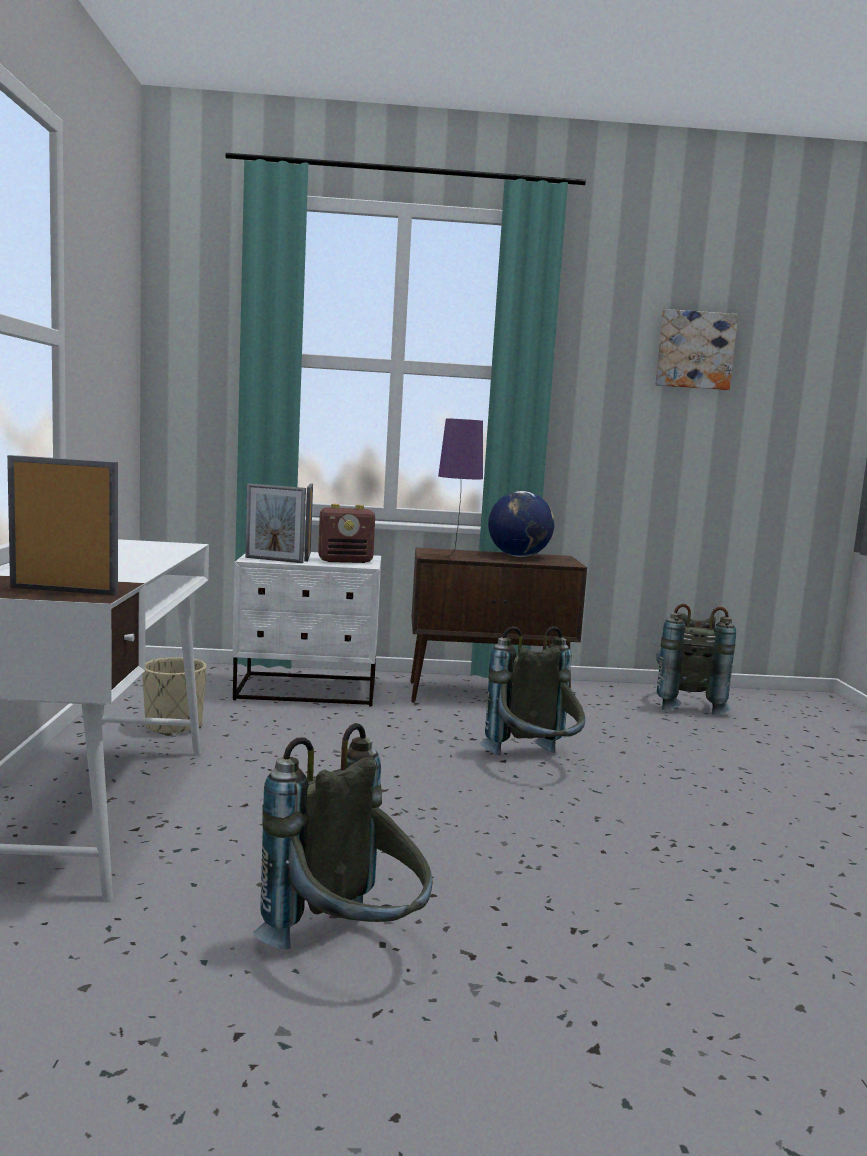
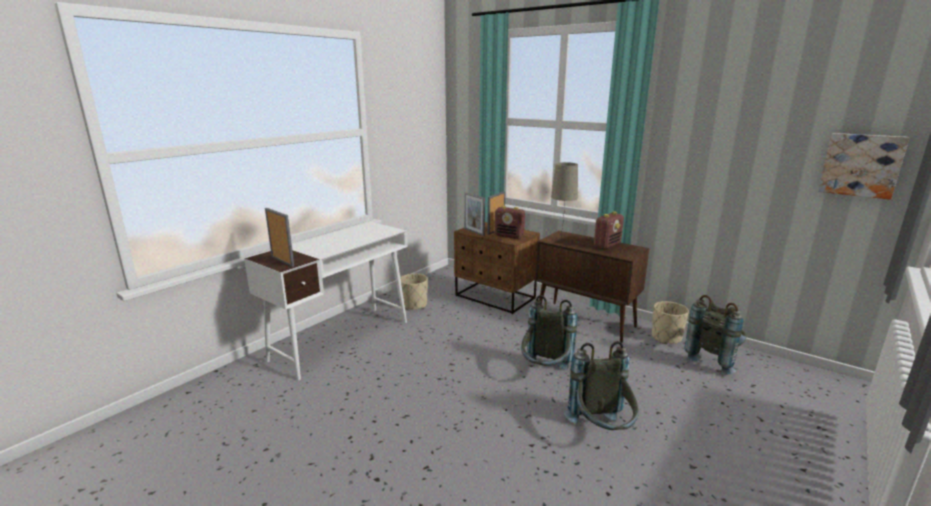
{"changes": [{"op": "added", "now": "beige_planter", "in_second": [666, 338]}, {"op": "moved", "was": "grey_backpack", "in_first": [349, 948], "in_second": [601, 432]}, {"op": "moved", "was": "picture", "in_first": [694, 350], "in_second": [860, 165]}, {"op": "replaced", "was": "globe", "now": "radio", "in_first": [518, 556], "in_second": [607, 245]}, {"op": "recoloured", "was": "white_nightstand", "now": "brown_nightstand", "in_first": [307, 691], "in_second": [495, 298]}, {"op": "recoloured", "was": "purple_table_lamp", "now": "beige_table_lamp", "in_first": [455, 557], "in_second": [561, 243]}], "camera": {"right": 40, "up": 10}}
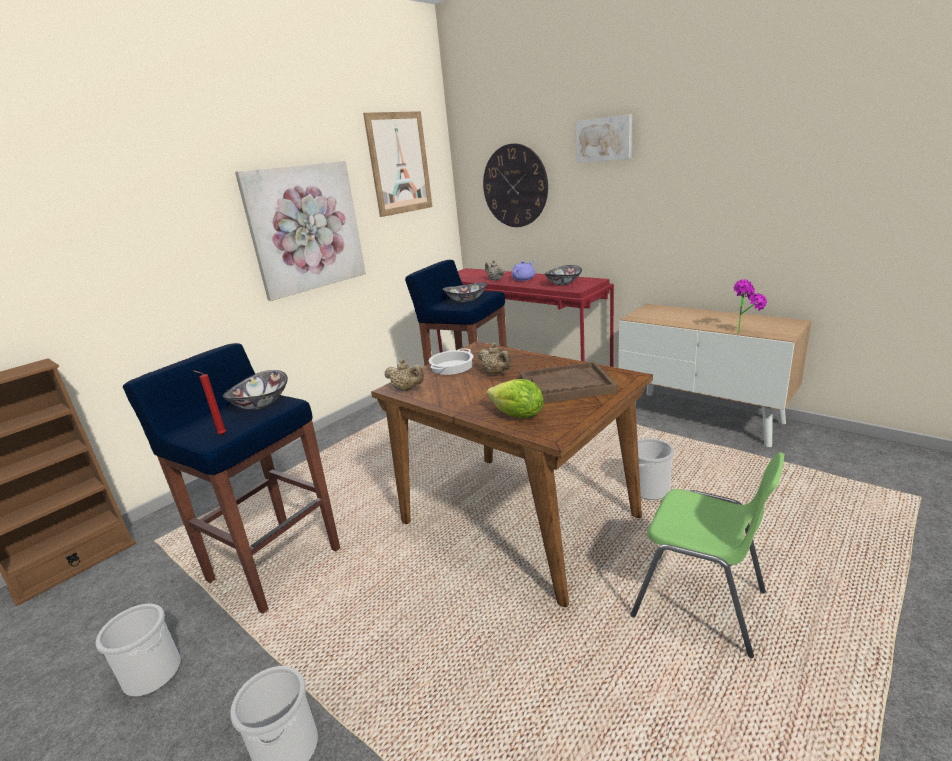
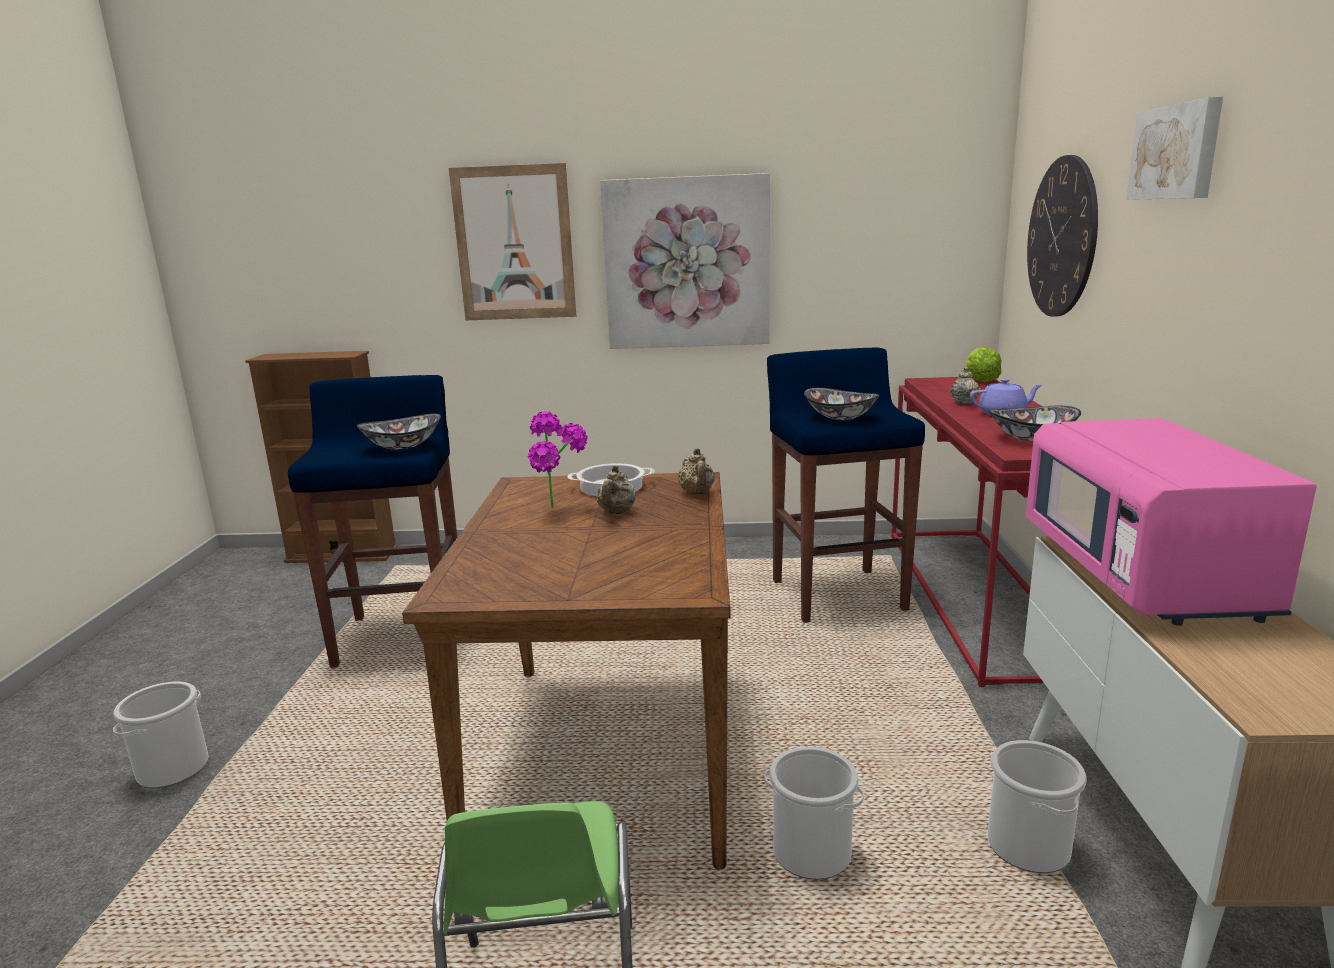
{"changes": [{"op": "removed", "was": "red_candle", "in_first": [221, 435]}, {"op": "removed", "was": "brown_tray", "in_first": [566, 385]}, {"op": "added", "now": "pink_microwave", "in_second": [1141, 575]}, {"op": "moved", "was": "bucket", "in_first": [153, 673], "in_second": [1029, 847]}, {"op": "moved", "was": "picture", "in_first": [399, 163], "in_second": [514, 243]}, {"op": "moved", "was": "beige_teapot", "in_first": [406, 389], "in_second": [697, 493]}, {"op": "moved", "was": "lettuce", "in_first": [517, 416], "in_second": [980, 381]}, {"op": "moved", "was": "potted_plant", "in_first": [744, 332], "in_second": [561, 509]}], "camera": {"right": 50, "up": -5}}
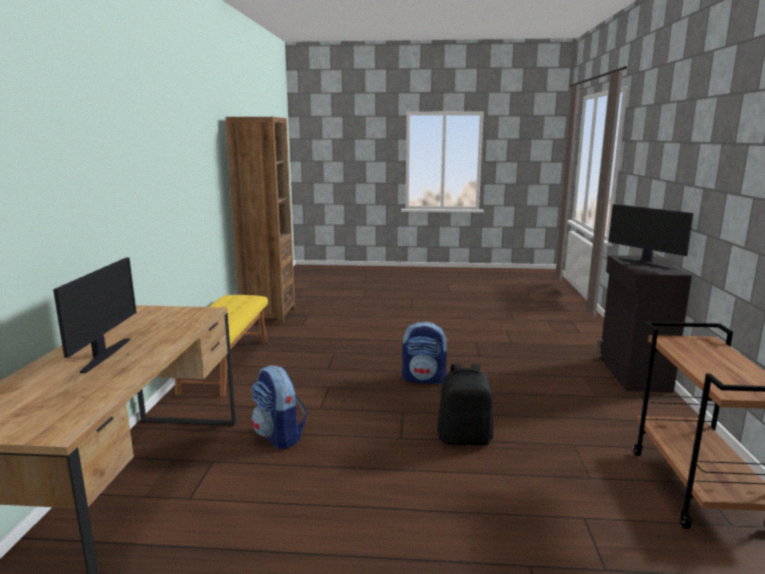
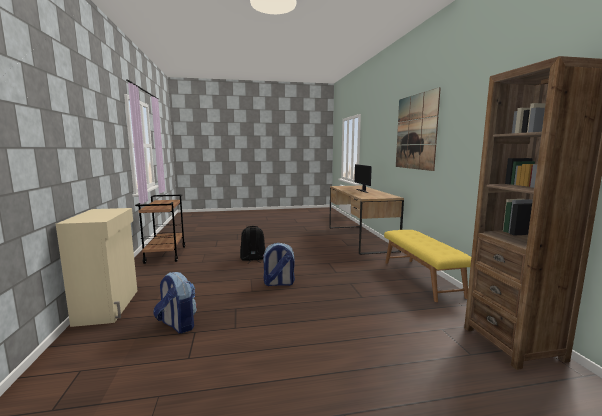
{"changes": [{"op": "removed", "was": "monitor", "in_first": [644, 263]}, {"op": "added", "now": "picture", "in_second": [416, 132]}, {"op": "moved", "was": "backpack", "in_first": [279, 436], "in_second": [177, 325]}, {"op": "recoloured", "was": "black_cabinet", "now": "beige_cabinet", "in_first": [632, 373], "in_second": [109, 306]}], "camera": {"right": 165, "up": -5}}
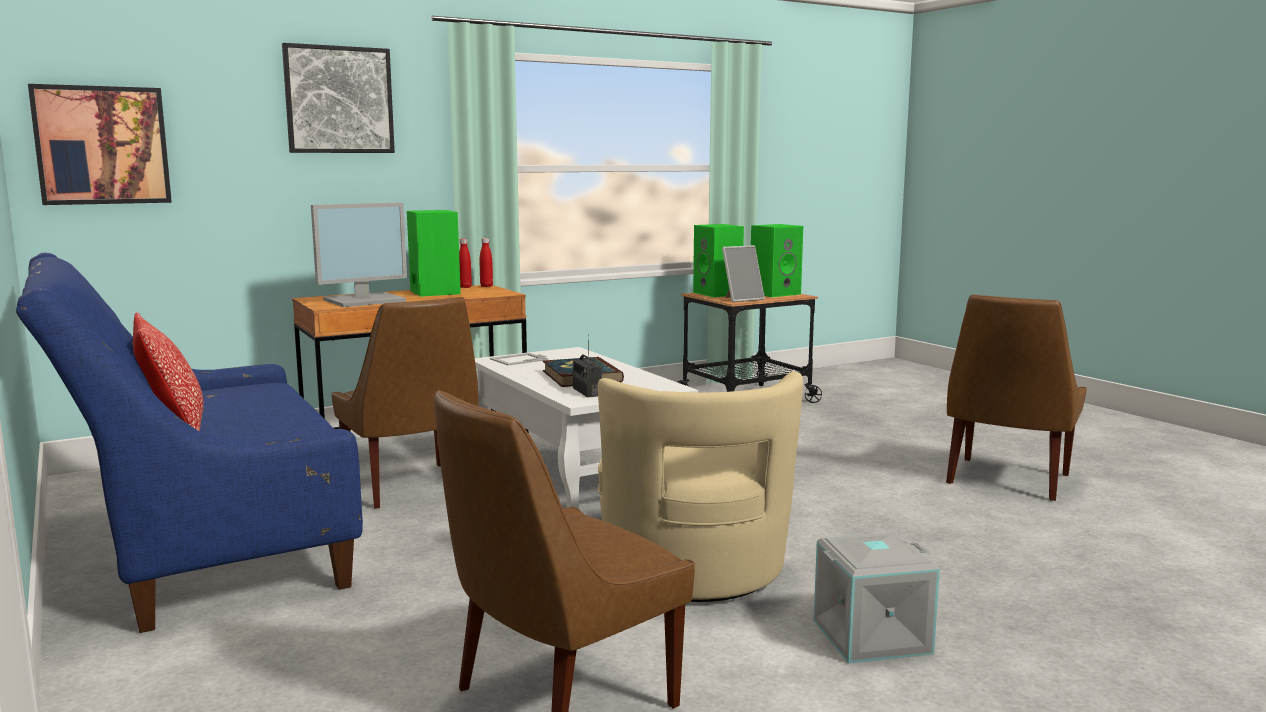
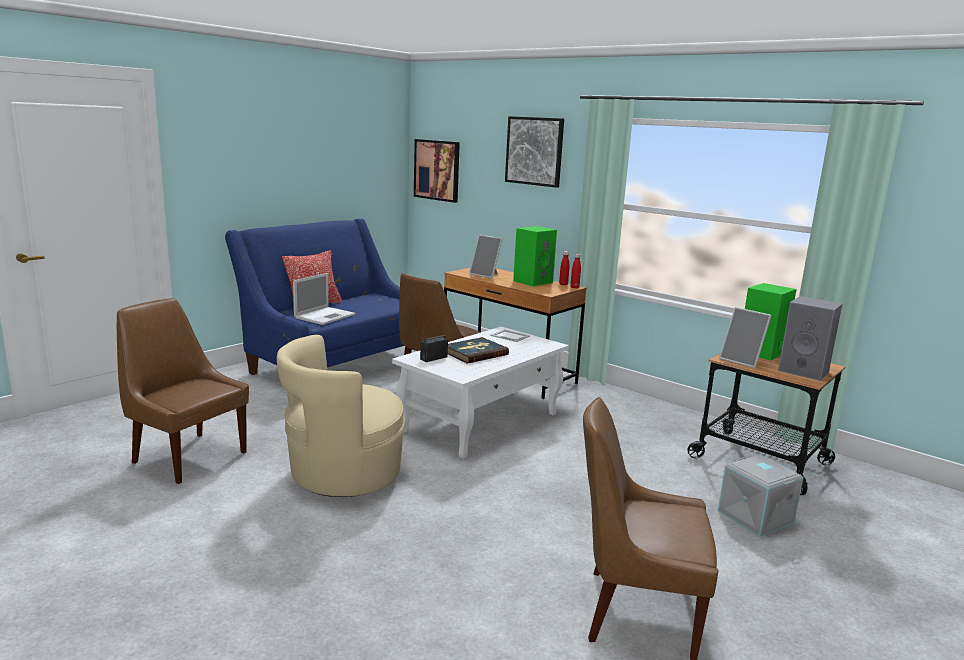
{"changes": [{"op": "added", "now": "laptop", "in_second": [325, 316]}, {"op": "moved", "was": "grey_storage_box", "in_first": [871, 637], "in_second": [754, 517]}, {"op": "replaced", "was": "monitor", "now": "picture_frame", "in_first": [365, 300], "in_second": [486, 275]}, {"op": "recoloured", "was": "green_speaker", "now": "grey_speaker", "in_first": [775, 293], "in_second": [805, 371]}], "camera": {"right": 70, "up": 5}}
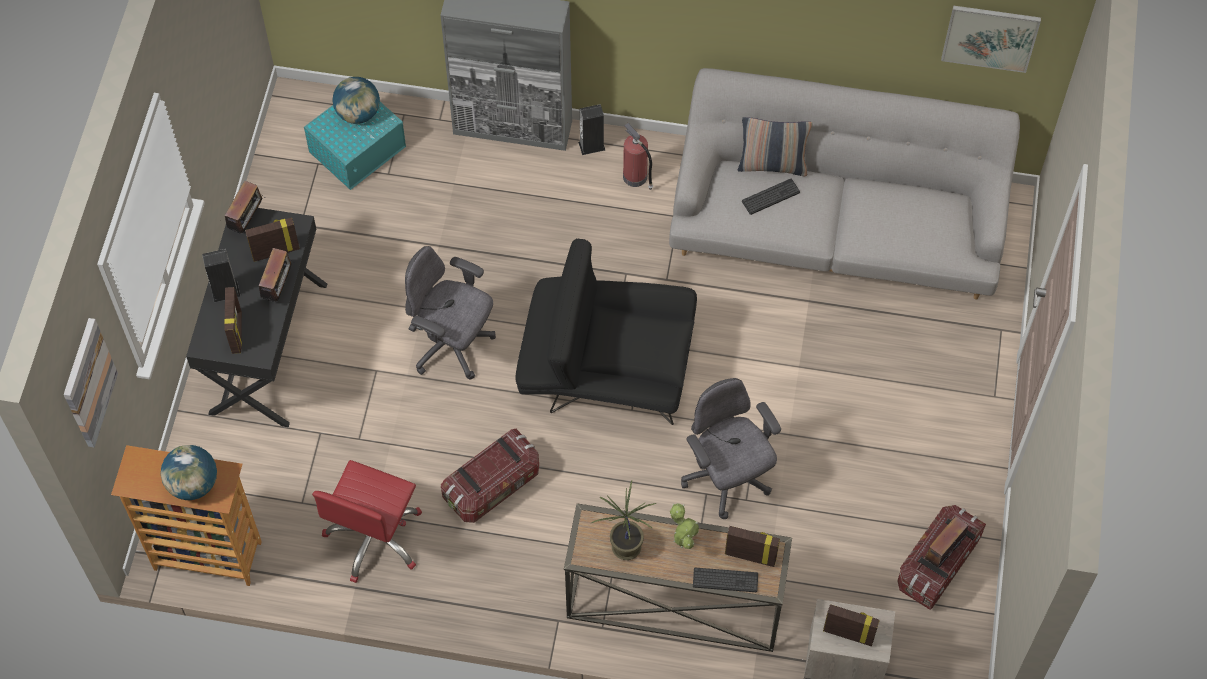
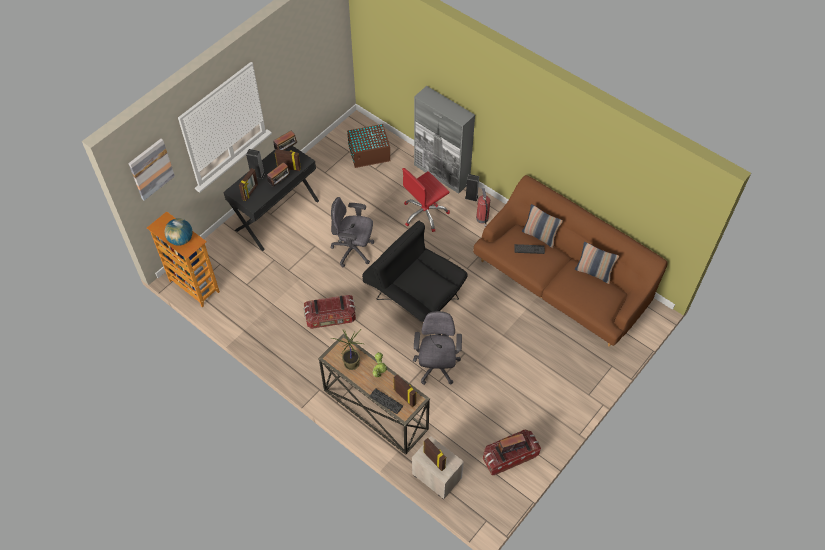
{"changes": [{"op": "removed", "was": "globe", "in_first": [358, 113]}, {"op": "removed", "was": "picture", "in_first": [990, 37]}, {"op": "added", "now": "pillow", "in_second": [593, 272]}, {"op": "moved", "was": "red_office_chair", "in_first": [375, 537], "in_second": [425, 214]}, {"op": "recoloured", "was": "turquoise_storage_box", "now": "brown_storage_box", "in_first": [358, 149], "in_second": [370, 153]}, {"op": "recoloured", "was": "grey_sofa", "now": "brown_sofa", "in_first": [836, 226], "in_second": [562, 282]}, {"op": "turned", "was": "grey_office_chair", "in_first": [452, 345], "in_second": [353, 251], "clockwise": -45}], "camera": {"right": 30, "up": -5}}
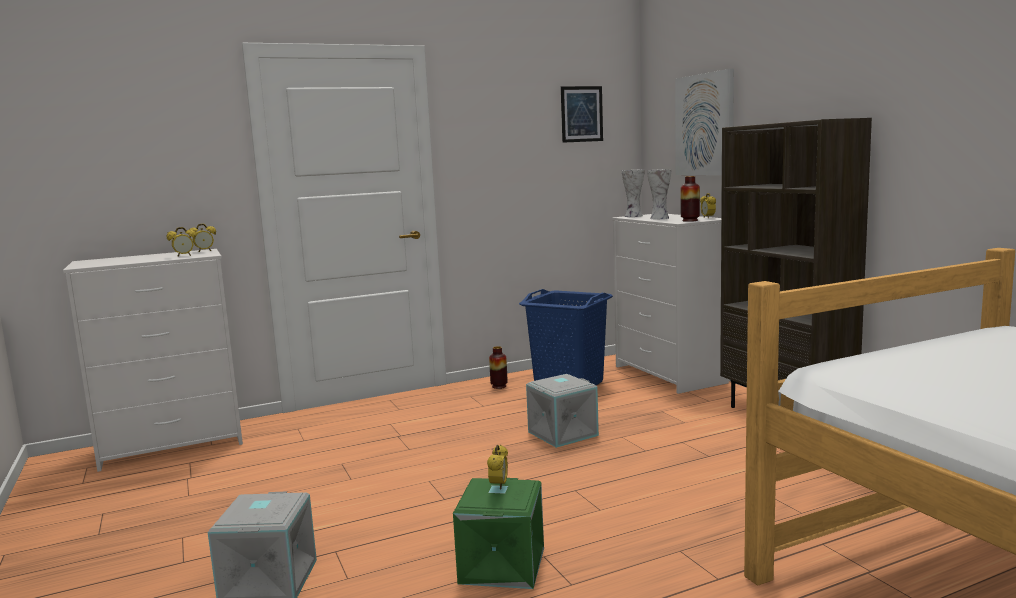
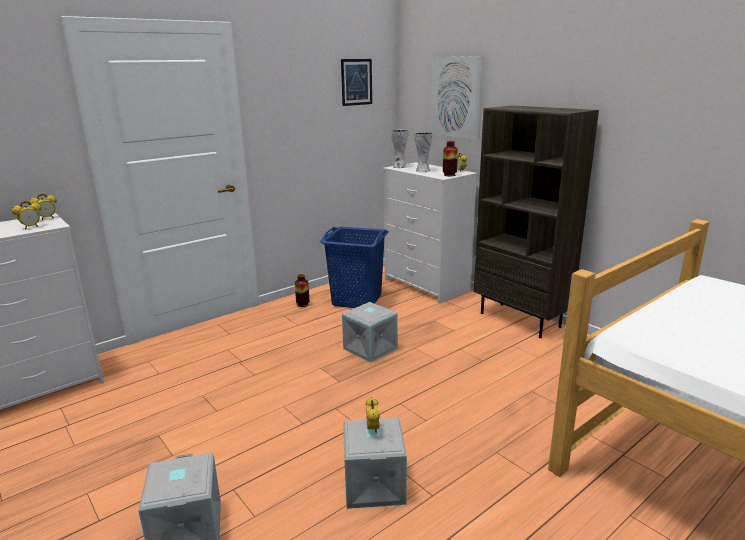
{"changes": [{"op": "recoloured", "was": "green_storage_box", "now": "grey_storage_box", "in_first": [500, 565], "in_second": [372, 484]}], "camera": {"right": -15, "up": 10}}
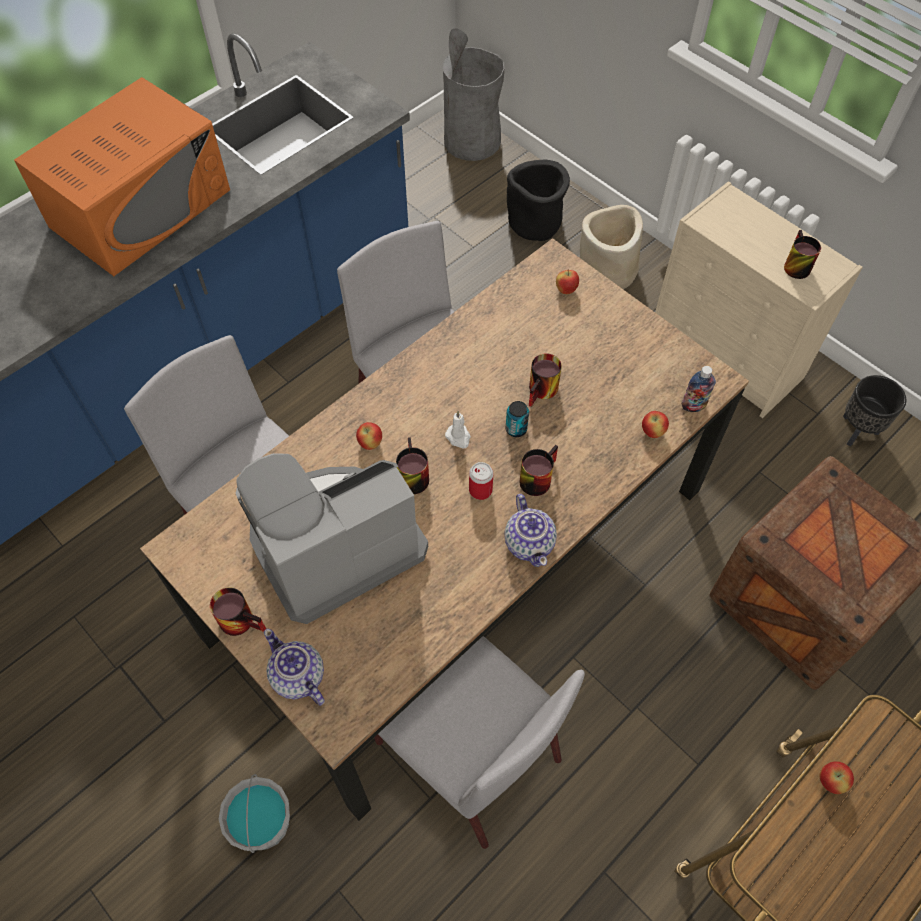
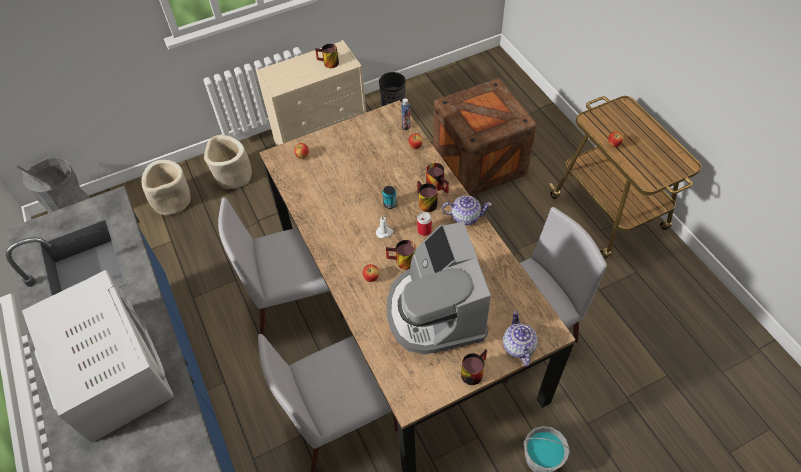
{"changes": [{"op": "moved", "was": "mug", "in_first": [543, 392], "in_second": [438, 185]}, {"op": "recoloured", "was": "orange_microwave", "now": "white_microwave", "in_first": [141, 208], "in_second": [112, 369]}, {"op": "recoloured", "was": "black_planter", "now": "beige_planter", "in_first": [534, 223], "in_second": [173, 202]}, {"op": "turned", "was": "teapot", "in_first": [298, 677], "in_second": [518, 347], "clockwise": 105}], "camera": {"right": -70, "up": -5}}
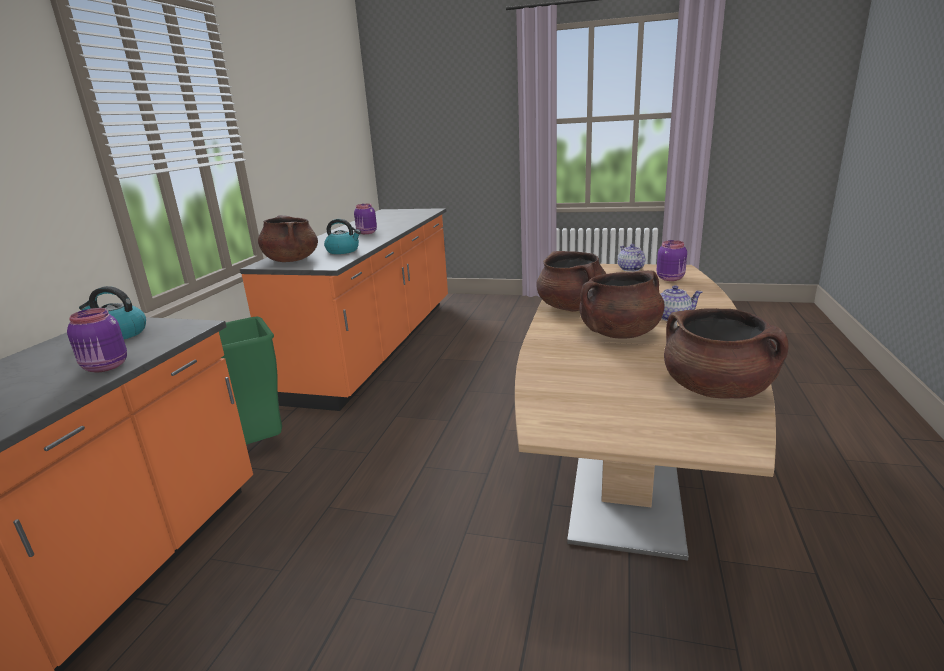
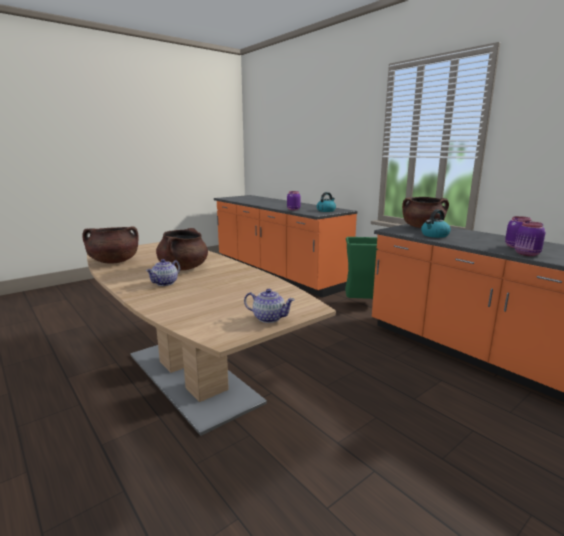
{"changes": [{"op": "removed", "was": "brown_cooking_pot", "in_first": [572, 307]}, {"op": "moved", "was": "purple_jar", "in_first": [671, 278], "in_second": [527, 254]}], "camera": {"right": 125, "up": -5}}
